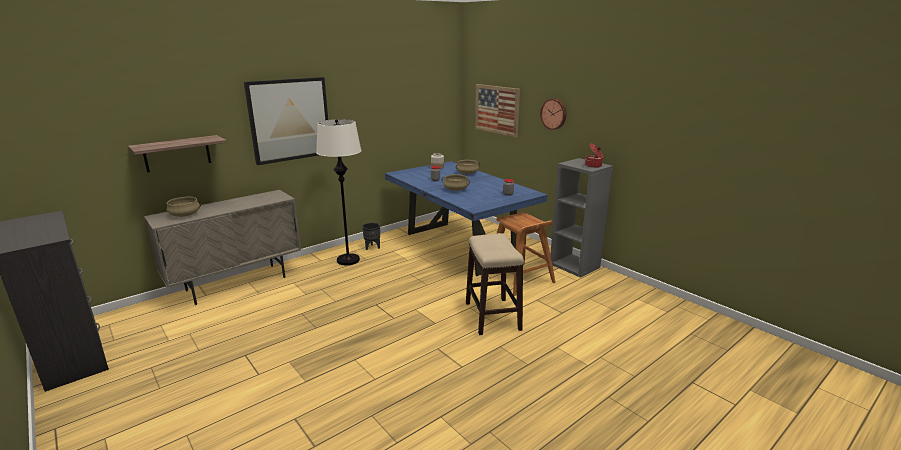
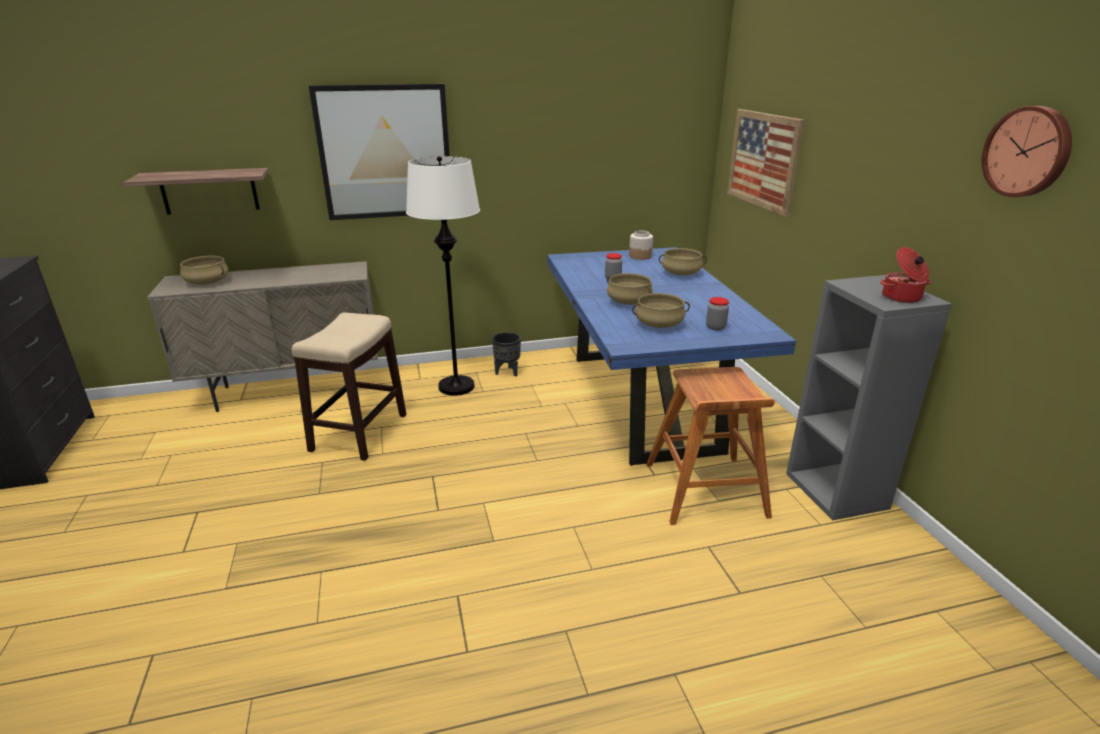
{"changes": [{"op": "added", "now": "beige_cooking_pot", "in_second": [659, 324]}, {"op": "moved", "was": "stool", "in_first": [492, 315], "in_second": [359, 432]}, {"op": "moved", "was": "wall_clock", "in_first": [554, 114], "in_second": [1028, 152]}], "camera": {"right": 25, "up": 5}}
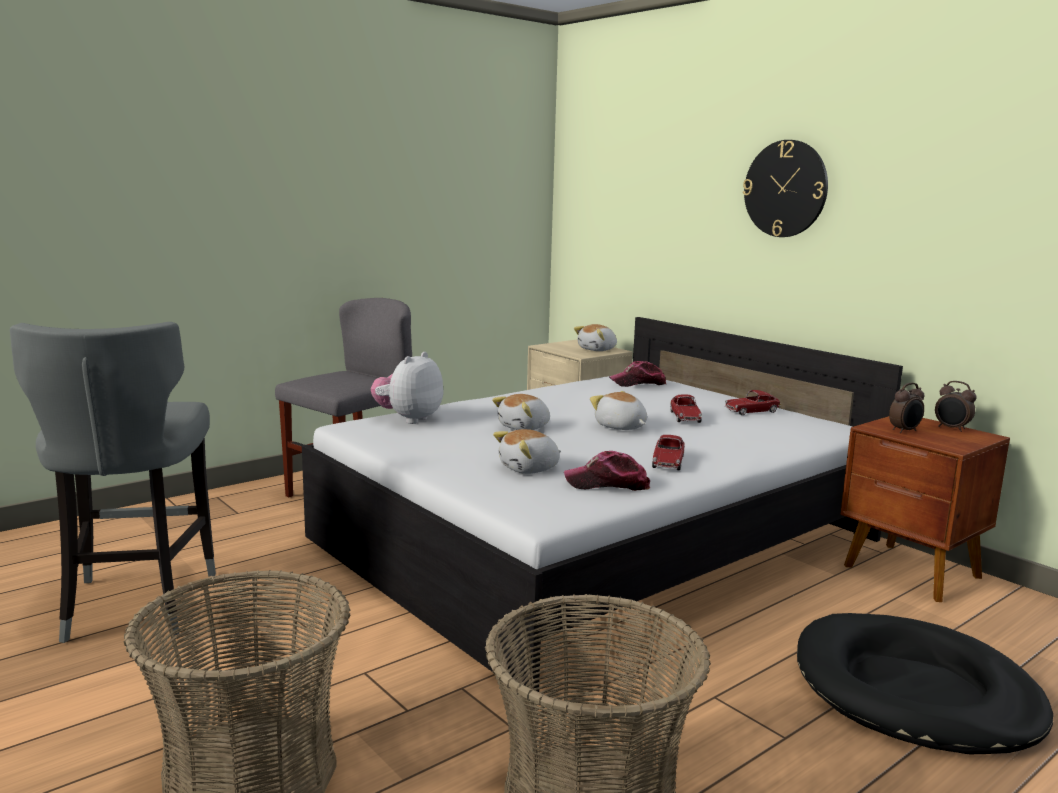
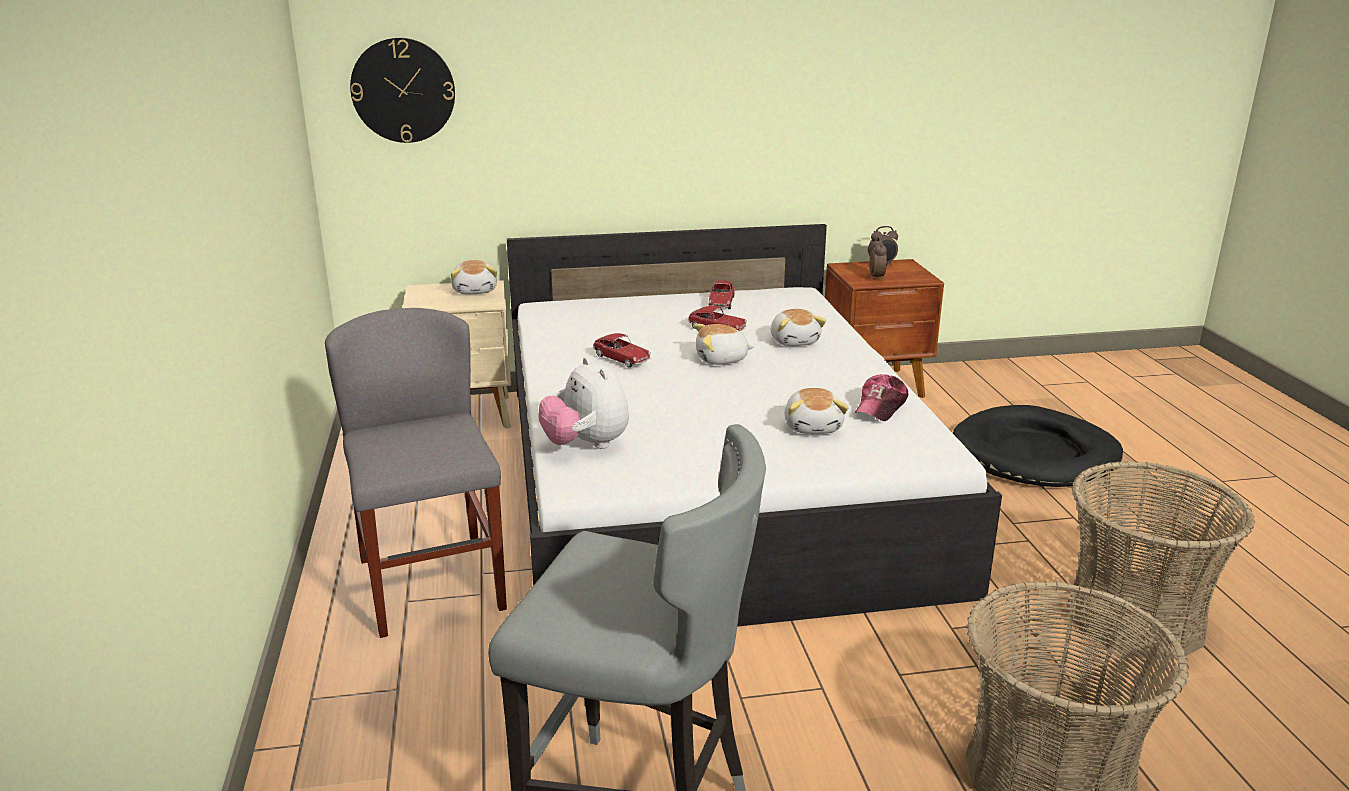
{"changes": [{"op": "removed", "was": "cap", "in_first": [638, 383]}, {"op": "moved", "was": "plush_toy", "in_first": [525, 427], "in_second": [795, 341]}, {"op": "moved", "was": "toy_car", "in_first": [668, 462], "in_second": [621, 358]}, {"op": "moved", "was": "wall_clock", "in_first": [785, 189], "in_second": [403, 90]}], "camera": {"right": -60, "up": 10}}
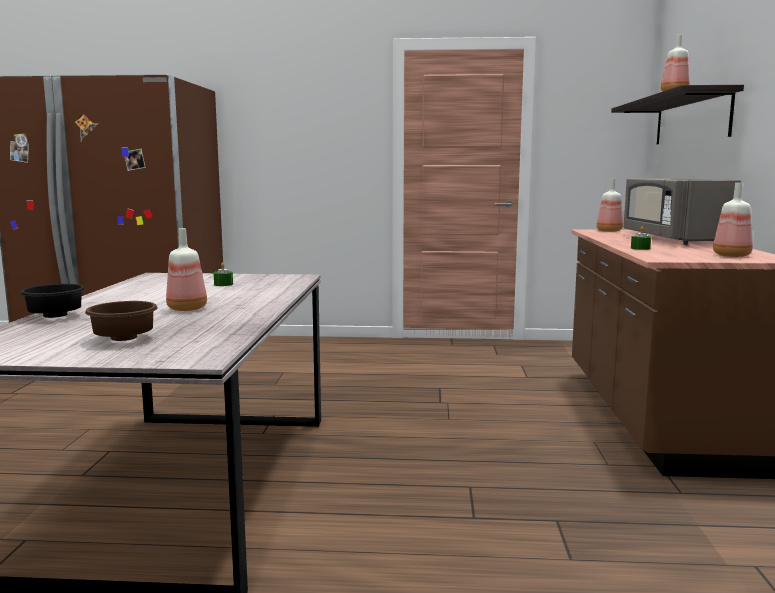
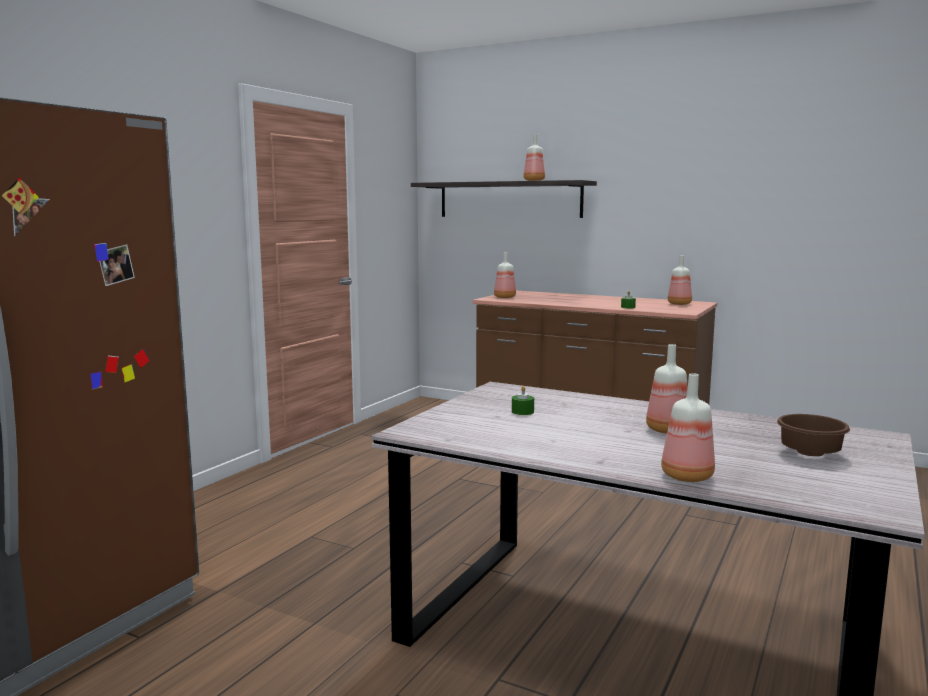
{"changes": [{"op": "removed", "was": "grey_microwave", "in_first": [673, 239]}, {"op": "replaced", "was": "black_bowl", "now": "bottle", "in_first": [53, 316], "in_second": [686, 477]}], "camera": {"right": -65, "up": 0}}
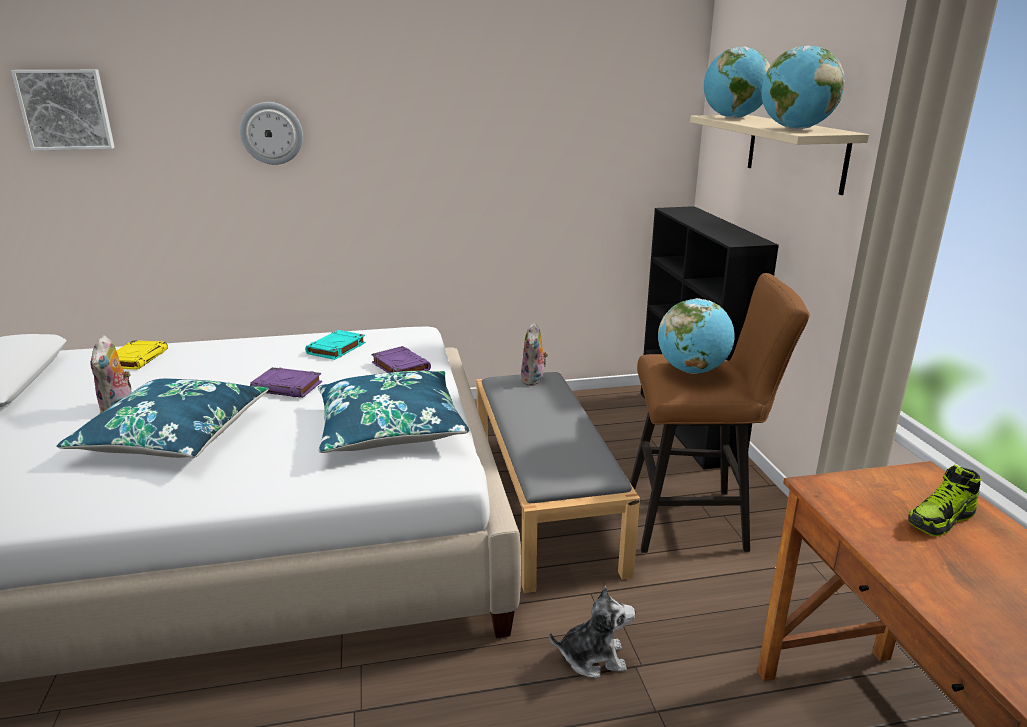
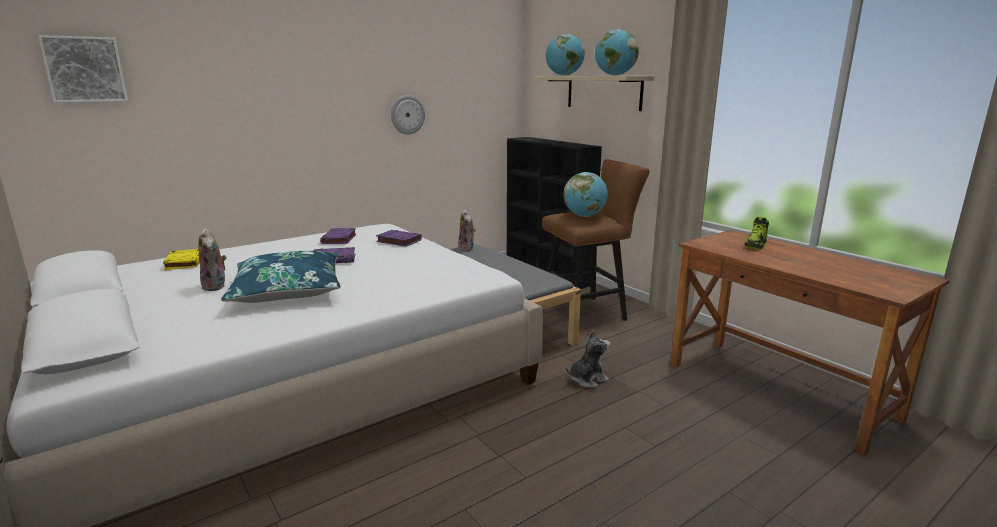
{"changes": [{"op": "removed", "was": "blue_pillow", "in_first": [390, 427]}, {"op": "moved", "was": "wall_clock", "in_first": [271, 133], "in_second": [407, 114]}, {"op": "recoloured", "was": "turquoise_book", "now": "purple_book", "in_first": [336, 349], "in_second": [339, 239]}], "camera": {"right": -25, "up": -5}}
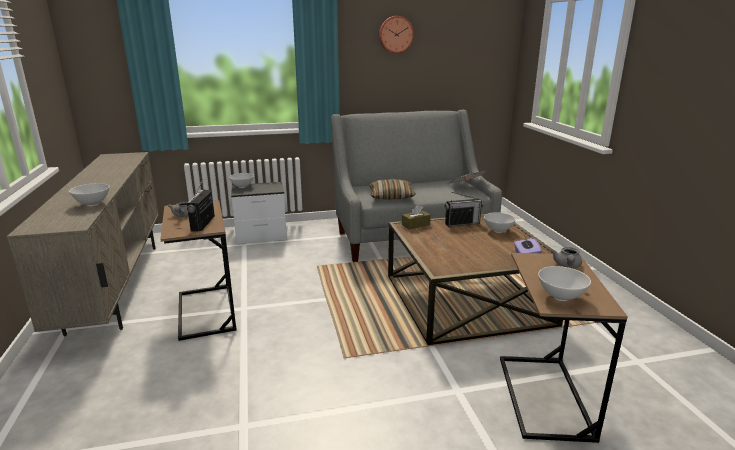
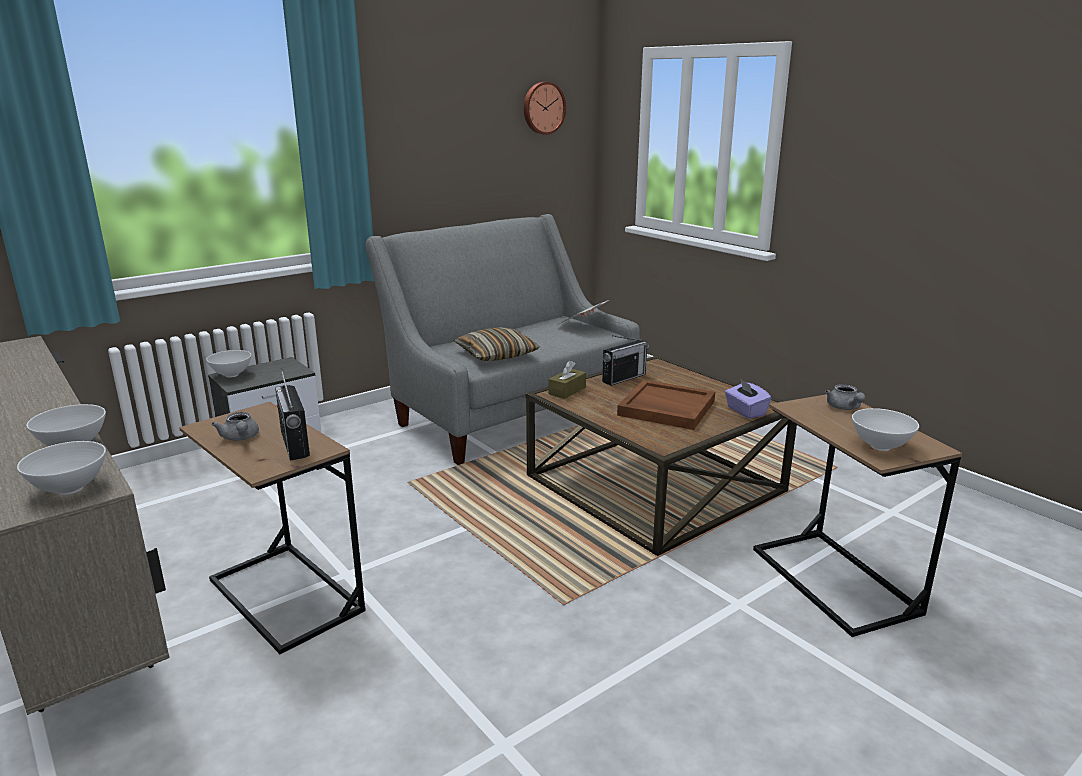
{"changes": [{"op": "added", "now": "brown_tray", "in_second": [665, 408]}, {"op": "moved", "was": "wall_clock", "in_first": [395, 34], "in_second": [543, 108]}, {"op": "moved", "was": "white_bowl", "in_first": [497, 231], "in_second": [69, 489]}], "camera": {"right": -25, "up": 0}}
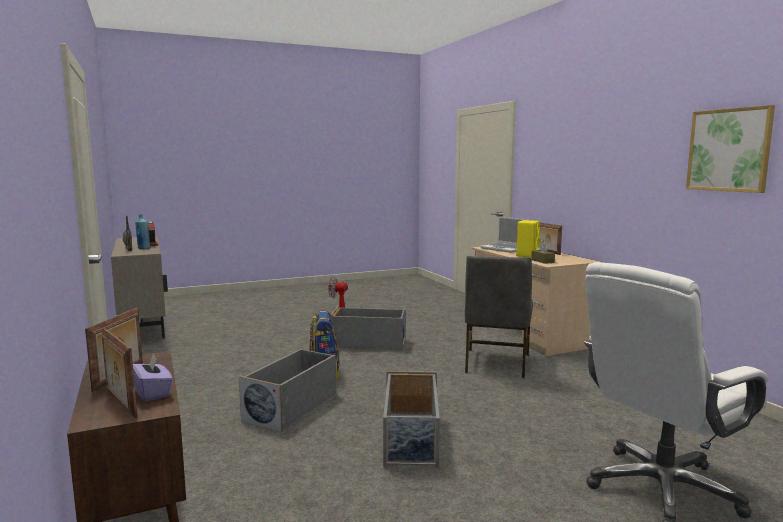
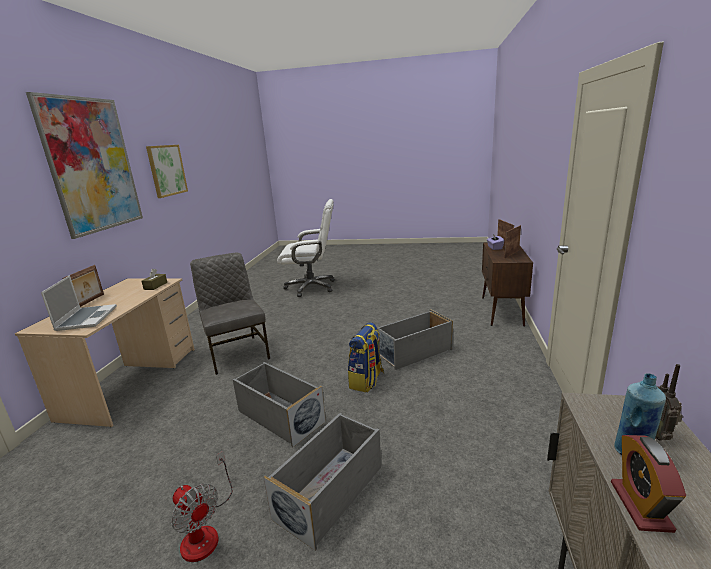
{"changes": [{"op": "removed", "was": "yellow_speaker", "in_first": [527, 255]}, {"op": "added", "now": "picture", "in_second": [92, 165]}, {"op": "moved", "was": "grey_storage_box", "in_first": [411, 440], "in_second": [330, 491]}, {"op": "turned", "was": "grey_chair", "in_first": [496, 363], "in_second": [237, 353], "clockwise": -75}], "camera": {"right": -145, "up": 10}}
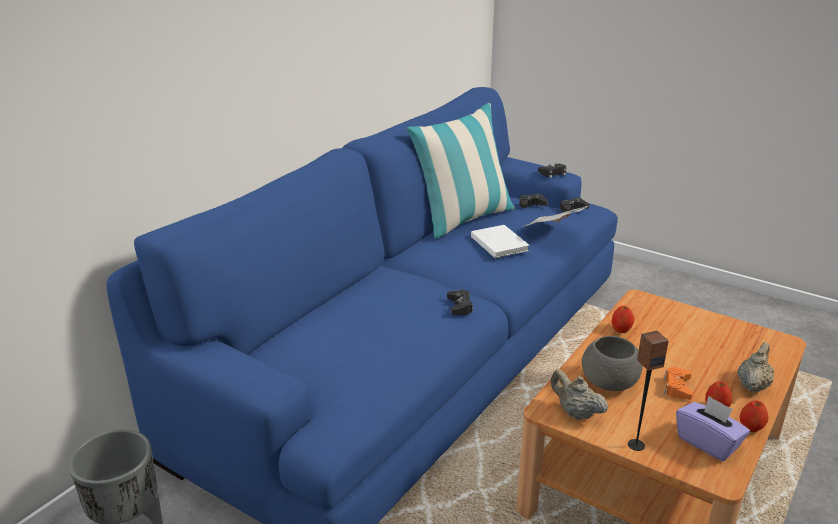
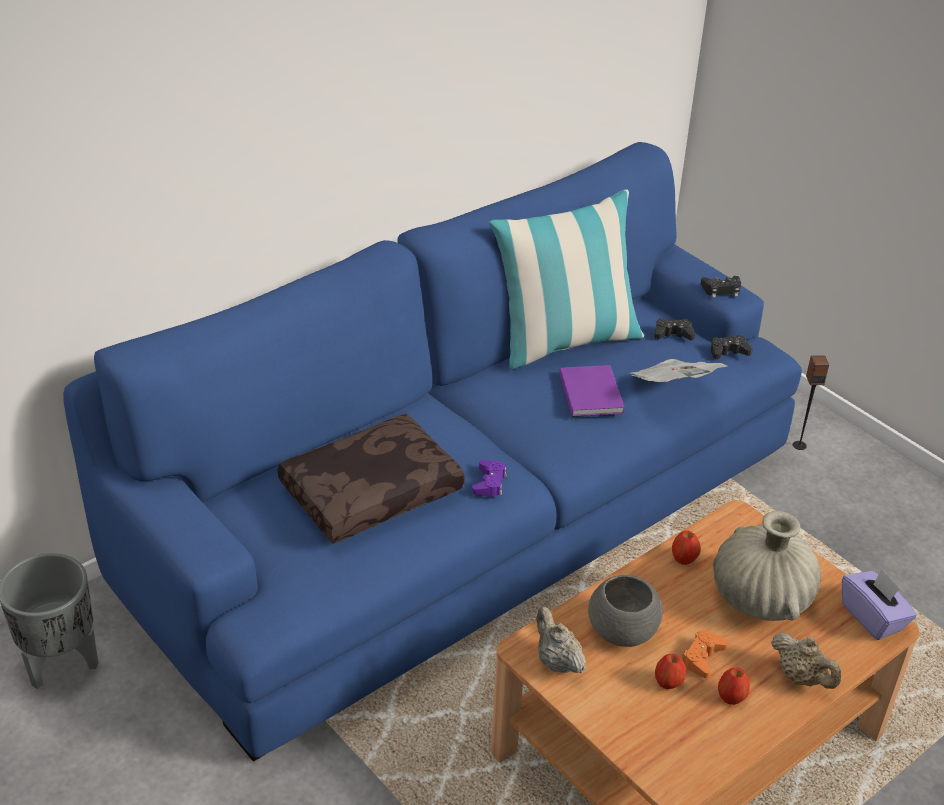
{"changes": [{"op": "added", "now": "brown_pillow", "in_second": [371, 490]}, {"op": "added", "now": "beige_vase", "in_second": [760, 598]}, {"op": "moved", "was": "speaker", "in_first": [636, 445], "in_second": [799, 445]}, {"op": "moved", "was": "purple_tissue_box", "in_first": [708, 443], "in_second": [873, 617]}, {"op": "moved", "was": "apple", "in_first": [751, 428], "in_second": [668, 683]}, {"op": "recoloured", "was": "black_game_controller", "now": "purple_game_controller", "in_first": [460, 306], "in_second": [489, 483]}, {"op": "recoloured", "was": "white_book", "now": "purple_book", "in_first": [499, 243], "in_second": [591, 392]}, {"op": "turned", "was": "beige_teapot", "in_first": [753, 385], "in_second": [801, 678], "clockwise": 90}], "camera": {"right": 15, "up": 10}}
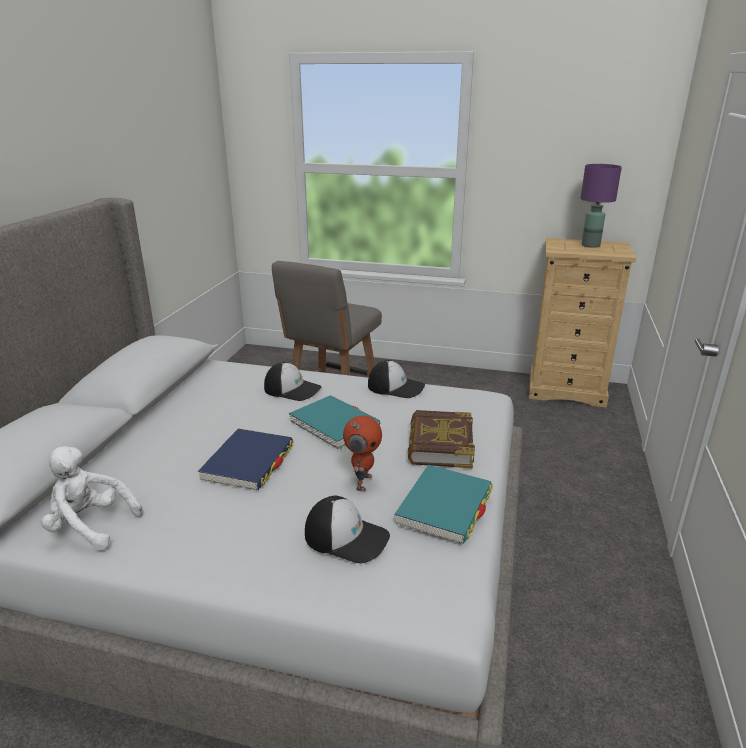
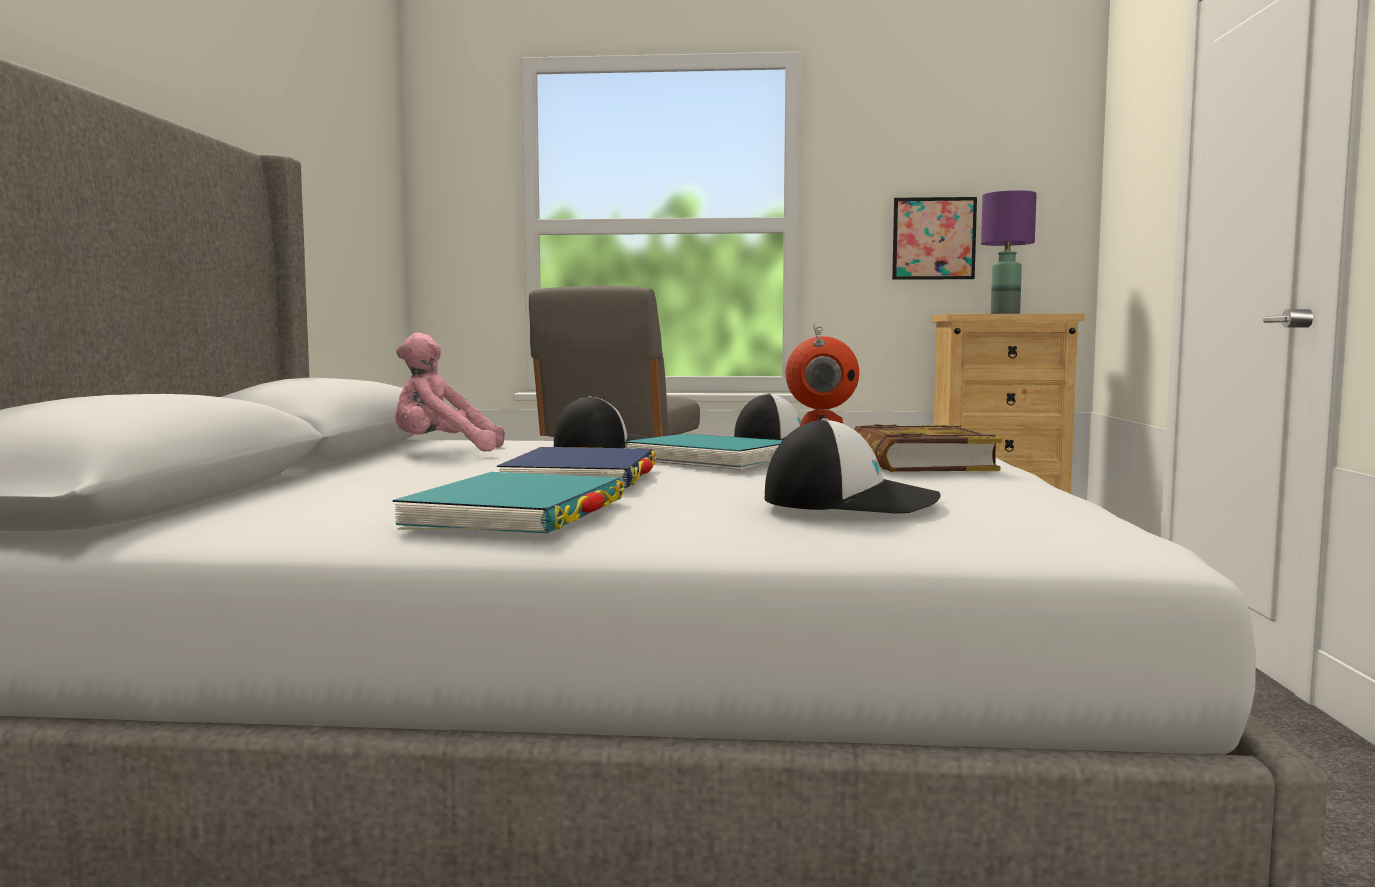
{"changes": [{"op": "removed", "was": "white_plush_toy", "in_first": [90, 526]}, {"op": "added", "now": "pink_plush_toy", "in_second": [442, 451]}, {"op": "added", "now": "picture", "in_second": [933, 238]}, {"op": "moved", "was": "turquoise_book", "in_first": [445, 507], "in_second": [517, 514]}, {"op": "turned", "was": "cap", "in_first": [292, 389], "in_second": [602, 446], "clockwise": -60}], "camera": {"right": -10, "up": -20}}
